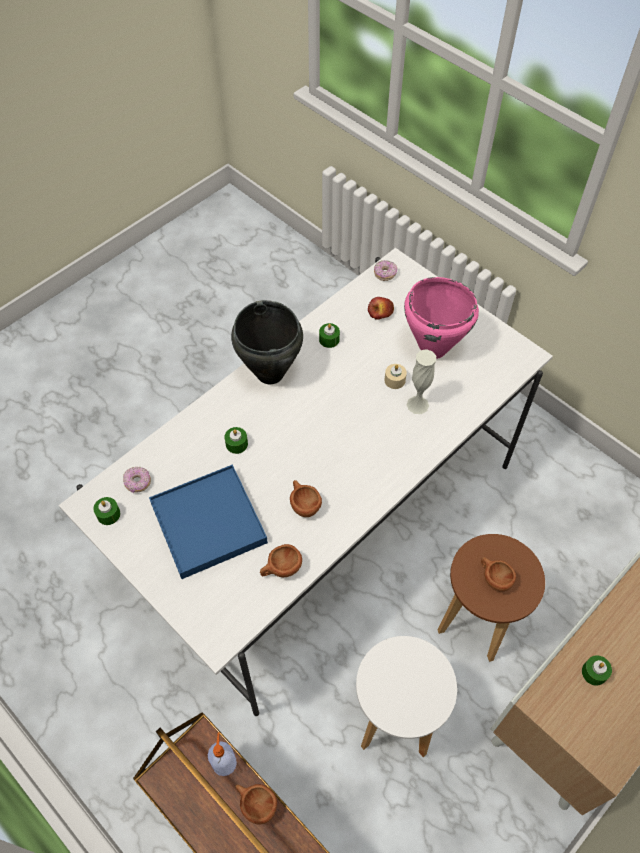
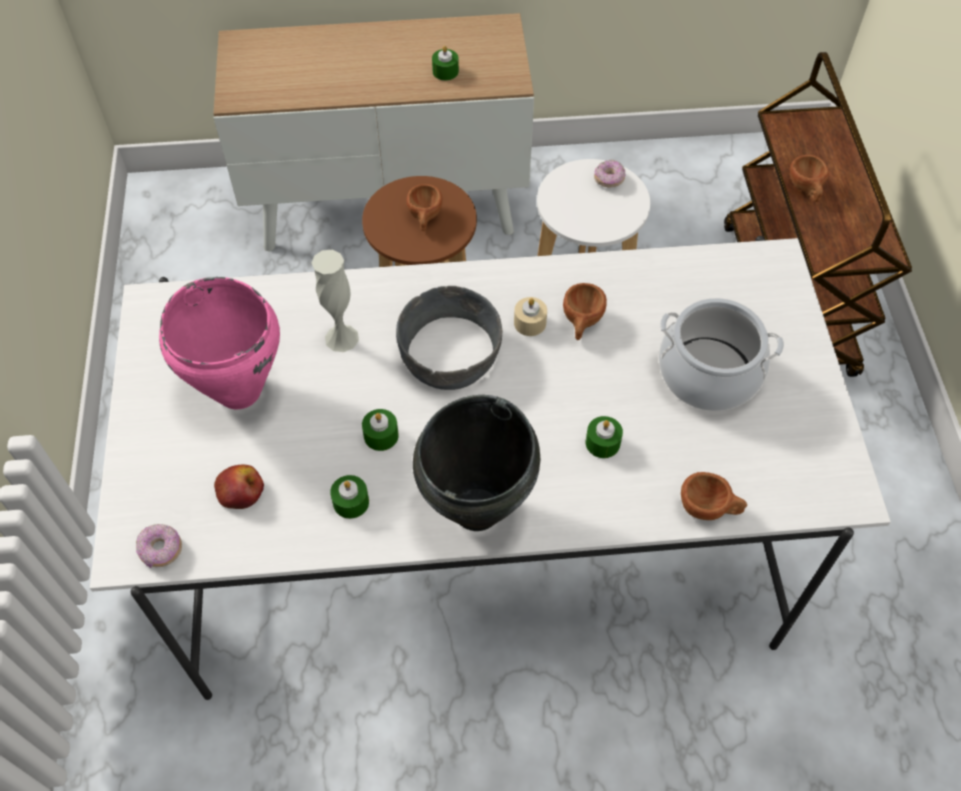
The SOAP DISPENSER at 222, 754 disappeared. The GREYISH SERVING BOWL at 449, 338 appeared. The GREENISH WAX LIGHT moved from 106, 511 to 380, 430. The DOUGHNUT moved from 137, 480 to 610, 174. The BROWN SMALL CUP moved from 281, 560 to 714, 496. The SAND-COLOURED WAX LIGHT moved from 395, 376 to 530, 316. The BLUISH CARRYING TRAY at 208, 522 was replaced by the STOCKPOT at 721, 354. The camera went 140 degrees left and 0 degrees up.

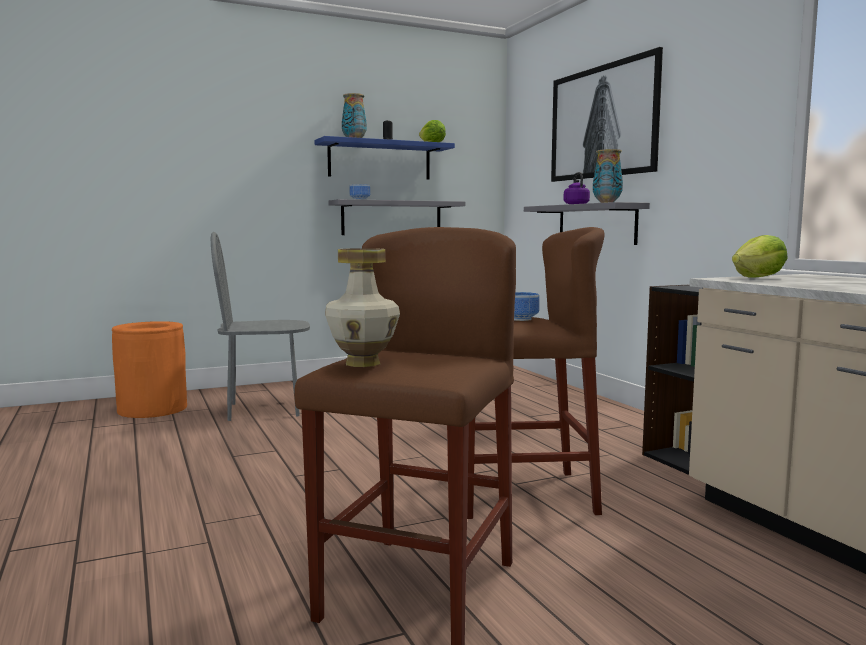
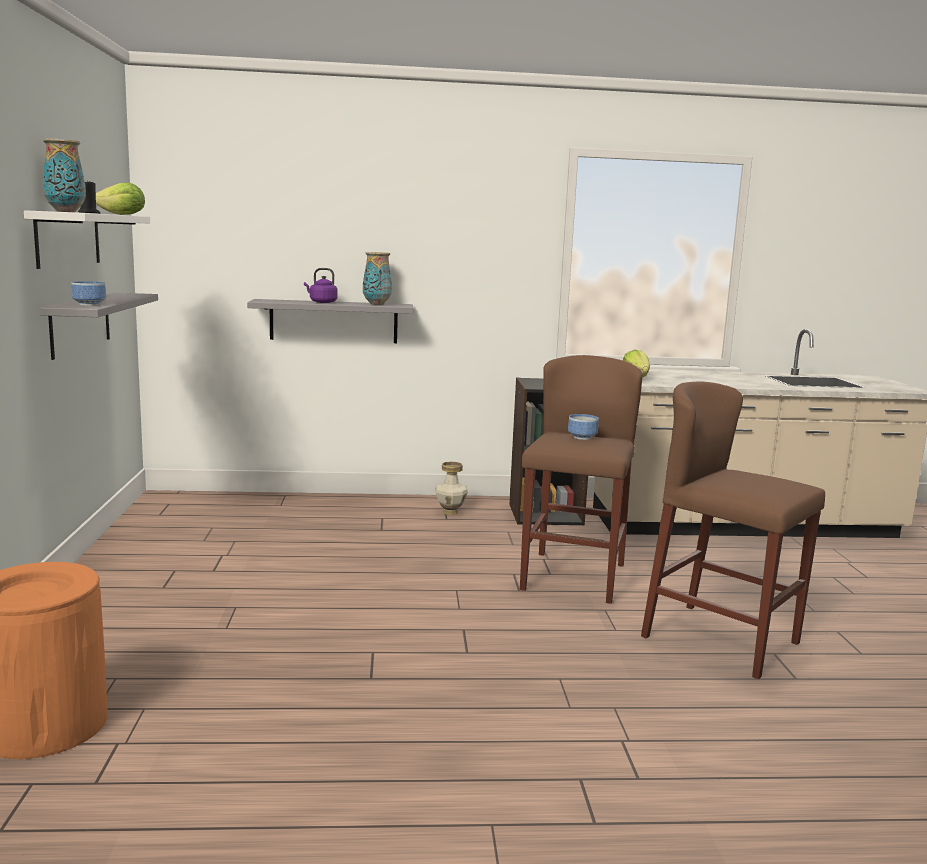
The GREYISH UPRIGHT CHAIR at 260, 326 disappeared. The WALL PICTURE at 607, 114 disappeared. The FLOWER VASE moved from 362, 307 to 451, 488. The BLUISH BRACKET SHELF at 385, 158 became the WHITE-COLOURED BRACKET SHELF at 87, 239. The camera went 70 degrees left and 5 degrees up.

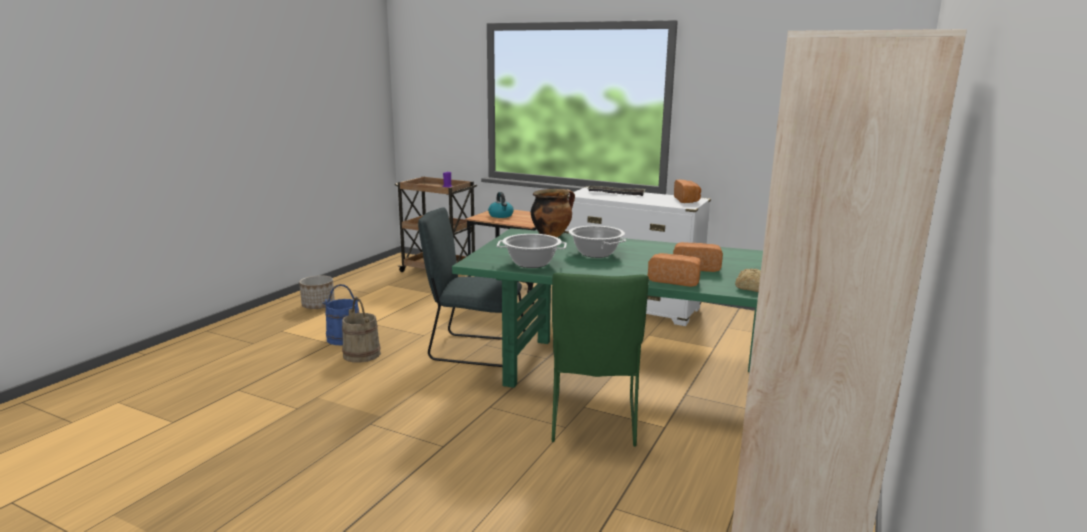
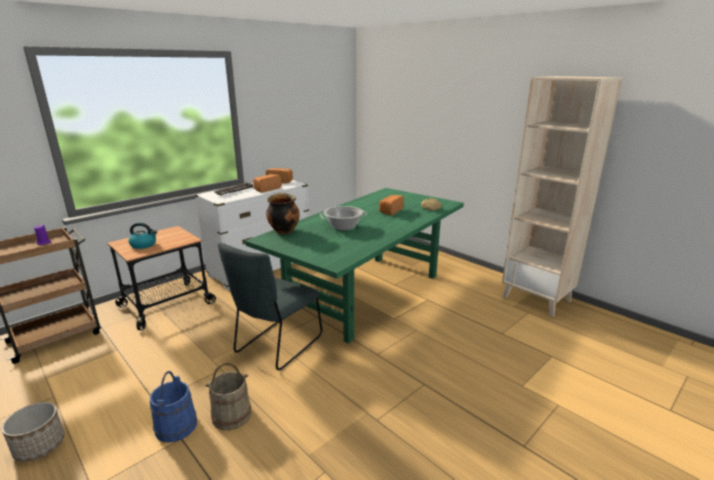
The STOCKPOT at 532, 251 disappeared. The GREENISH UPRIGHT CHAIR at 600, 360 disappeared. The BREAD moved from 674, 270 to 267, 183. The camera went 70 degrees left and 5 degrees up.

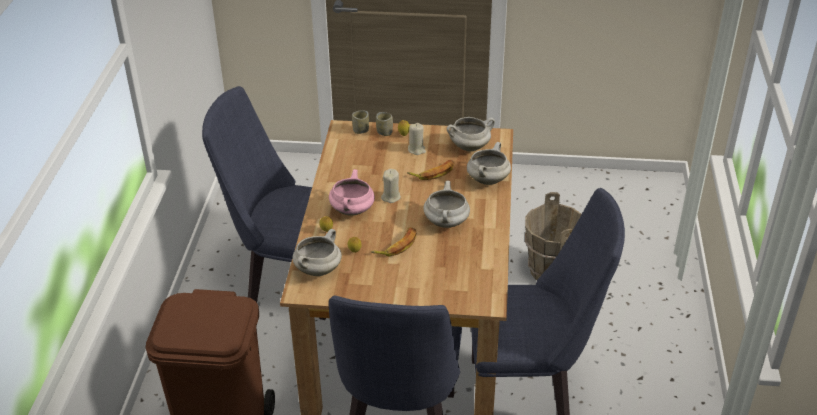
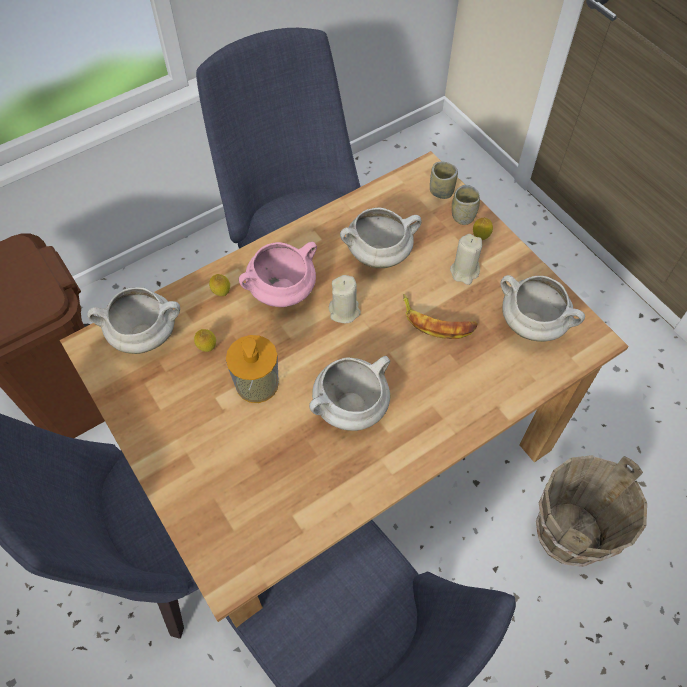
The WHITE-COLOURED STOCKPOT moved from 489, 163 to 381, 237. The WHOLE BANANA at 393, 241 was replaced by the SOAP DISPENSER at 252, 369. The camera went 50 degrees right and 20 degrees up.

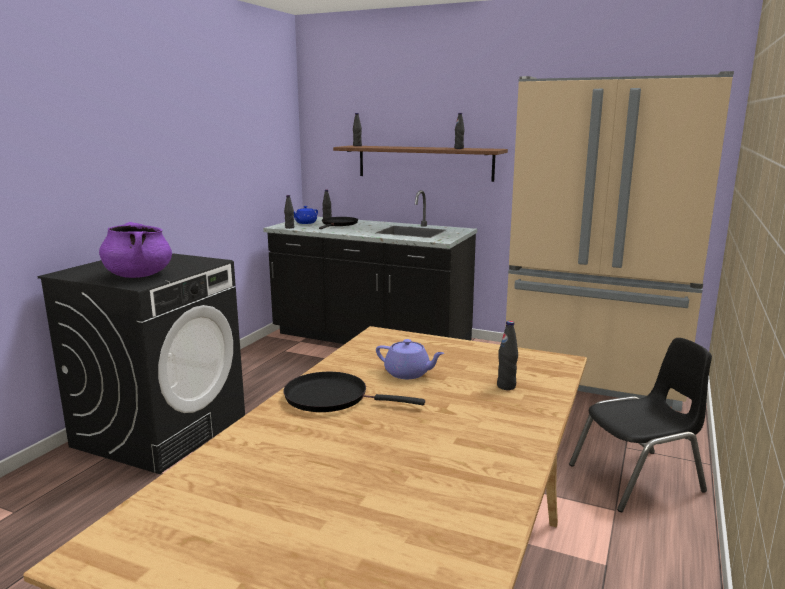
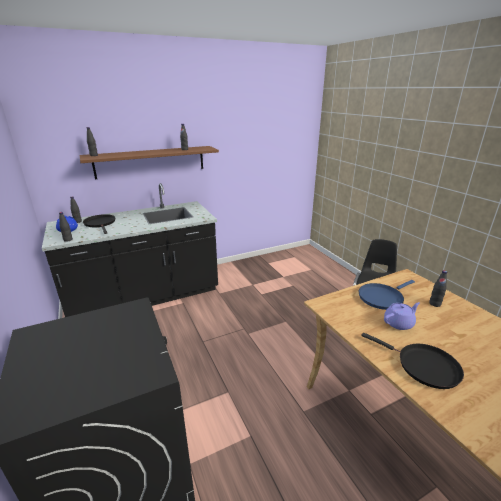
The PURPLE-COLOURED STOCKPOT at 135, 250 disappeared. The SAND-COLOURED REFRIGERATOR at 619, 241 disappeared. The BLUISH SKILLET at 387, 295 appeared. The BLACKISH SKILLET at 354, 392 turned 105 degrees counterclockwise. The camera went 50 degrees left and 10 degrees up.

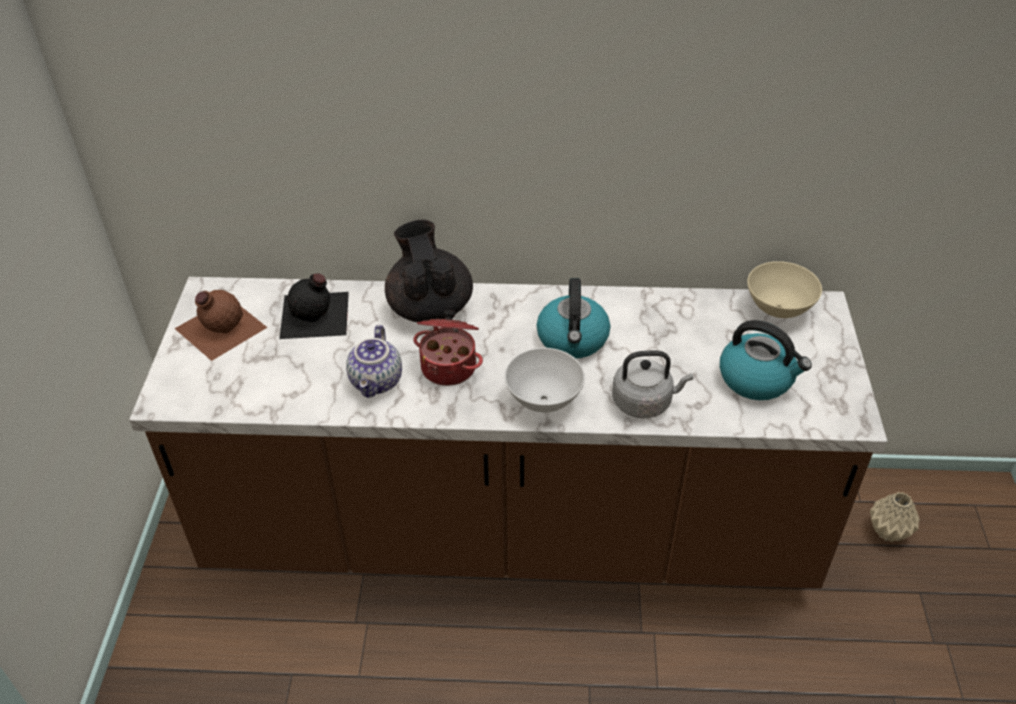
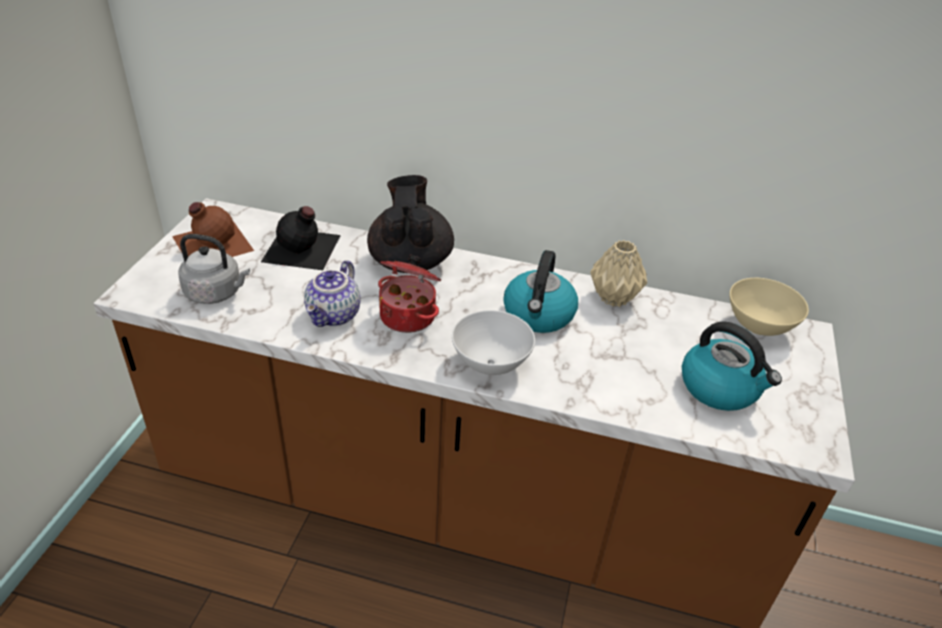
The GREYISH TEA KETTLE moved from 652, 384 to 214, 269. The SAND-COLOURED FLOWER VASE moved from 895, 517 to 618, 273. The camera went 10 degrees right and 5 degrees down.

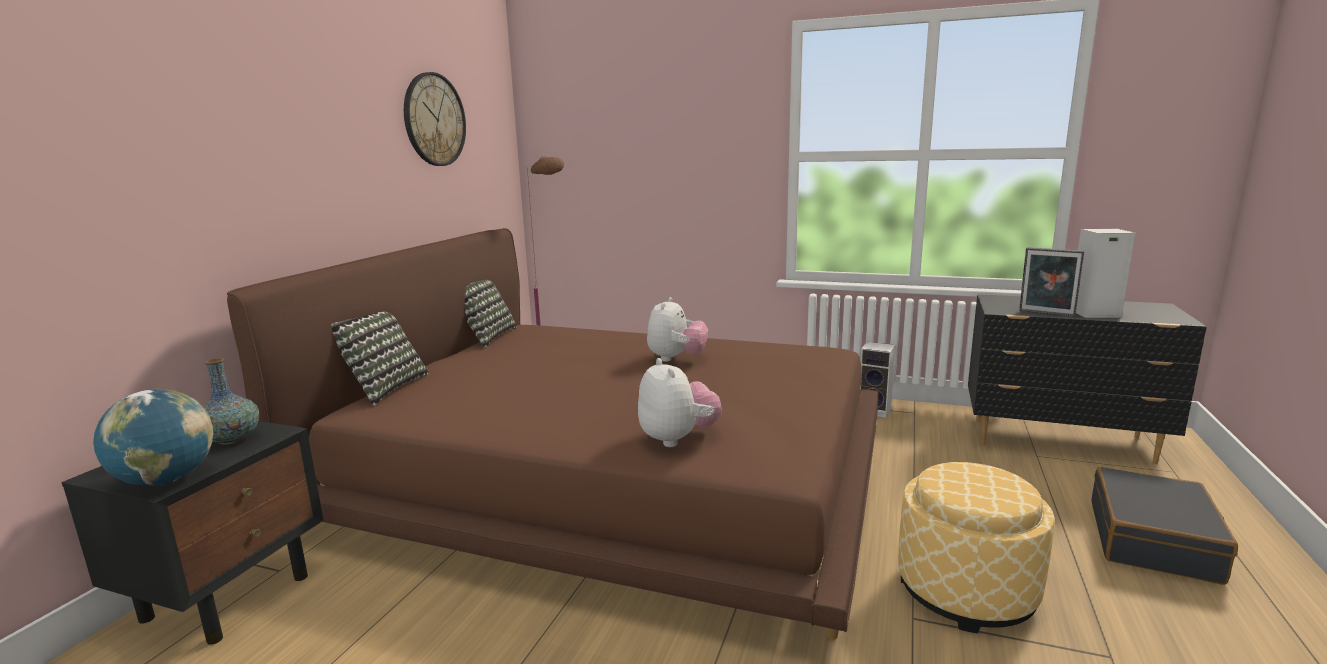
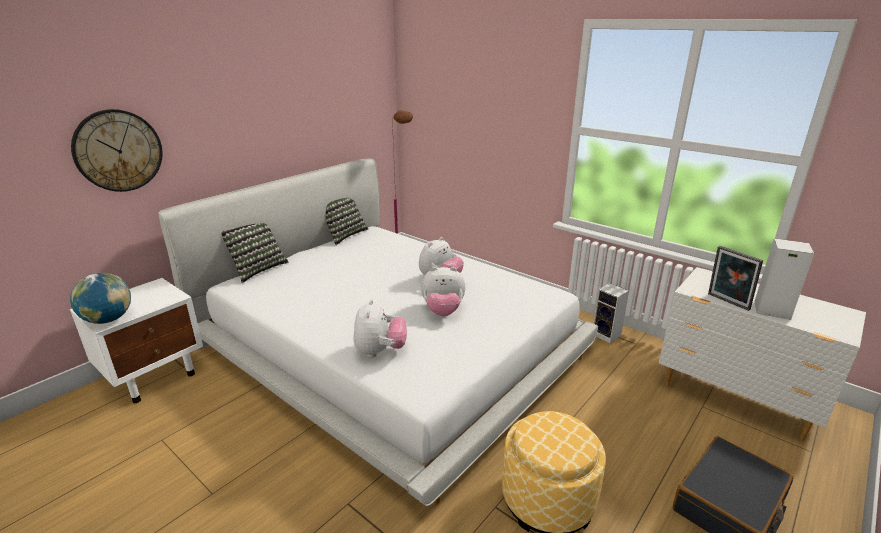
The FLOWER VASE at 231, 401 disappeared. The SOFT TOY at 443, 291 appeared. The CLOCK ON THE WALL moved from 435, 119 to 116, 150. The BLACKISH NIGHT TABLE at 192, 533 became the WHITE-COLOURED NIGHT TABLE at 136, 340. The BROWN BED at 553, 434 became the WHITE-COLOURED BED at 378, 332. The BLACKISH DRESSER at 1087, 379 became the WHITE-COLOURED DRESSER at 762, 354. The camera went 20 degrees right and 10 degrees up.

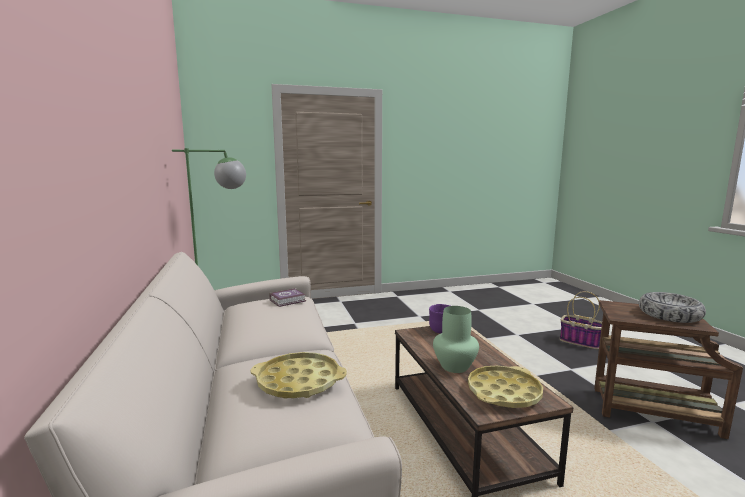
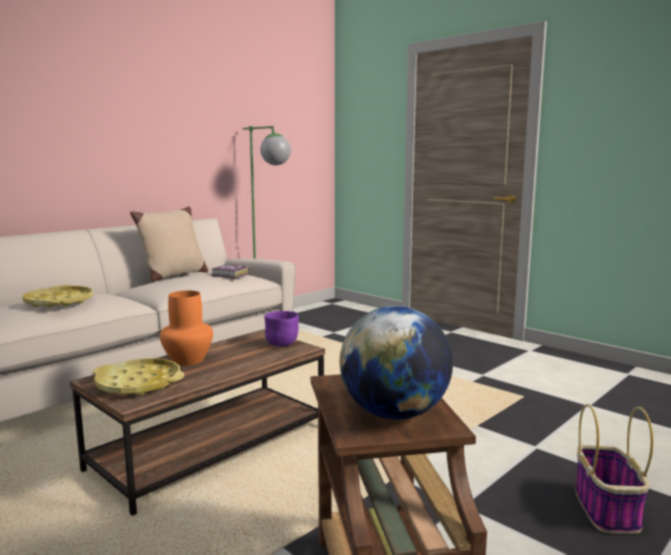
The SAND-COLOURED PILLOW at 169, 244 appeared. The SERVING BOWL at 672, 307 was replaced by the DESK GLOBE at 396, 363. The GREENISH FLOWER VASE at 456, 339 became the ORANGEY FLOWER VASE at 186, 328. The camera went 60 degrees right and 0 degrees up.

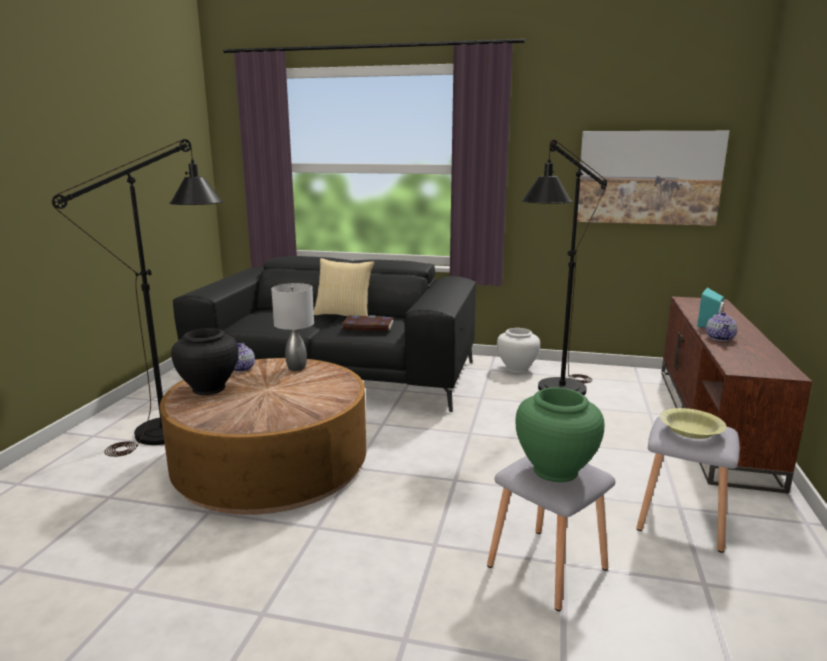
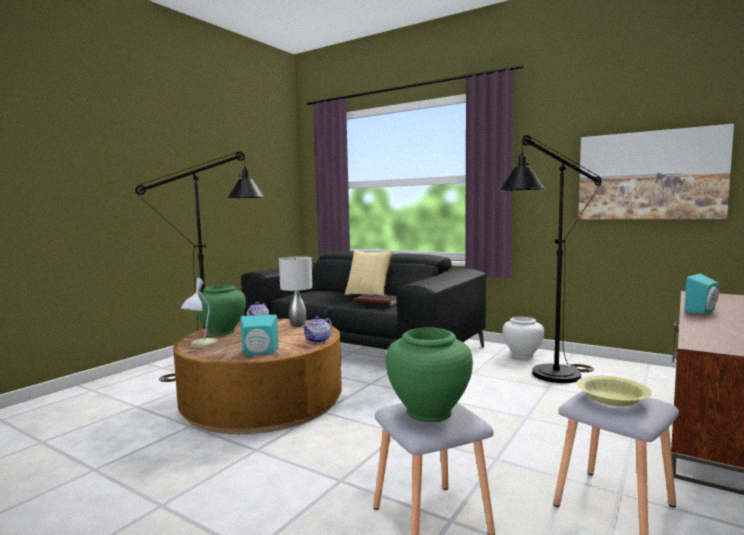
The LAMP FOR A TABLE at 199, 313 appeared. The TURQUOISE AUDIO SPEAKER at 260, 335 appeared. The POT FOR TEA moved from 721, 326 to 317, 329. The BLACKISH FLOWER VASE at 205, 361 became the GREENISH FLOWER VASE at 220, 310. The camera went 20 degrees right and 10 degrees down.

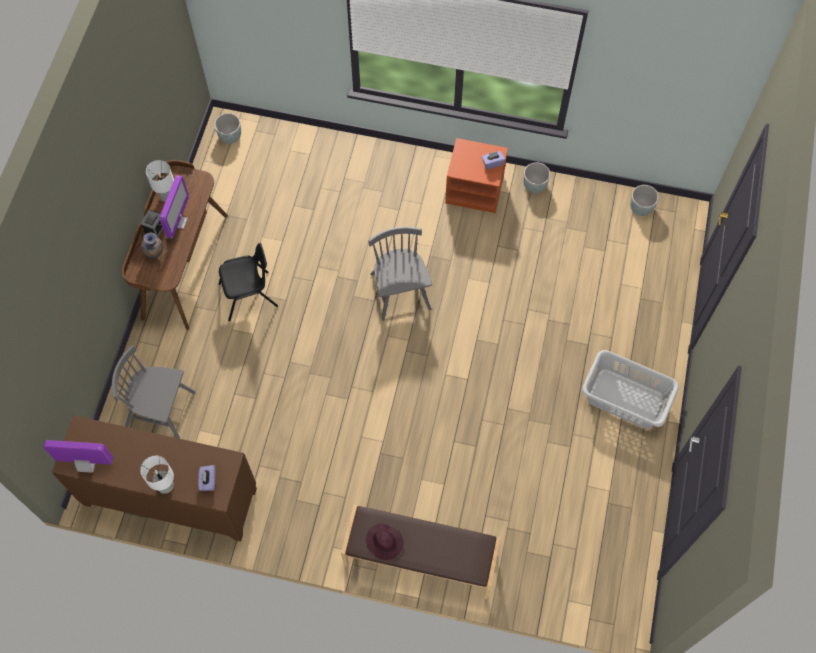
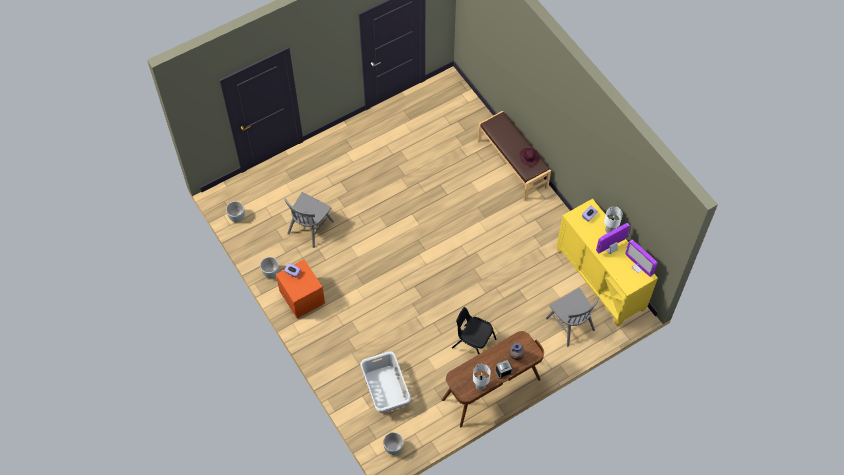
The COMPUTER DISPLAY moved from 174, 206 to 613, 238. The GREYISH UPRIGHT CHAIR moved from 400, 274 to 309, 220. The GREYISH HAMPER moved from 630, 389 to 385, 382. The BROWN CABINET at 154, 478 became the YELLOW-COLOURED CABINET at 607, 263. The camera went 135 degrees left and 5 degrees down.

